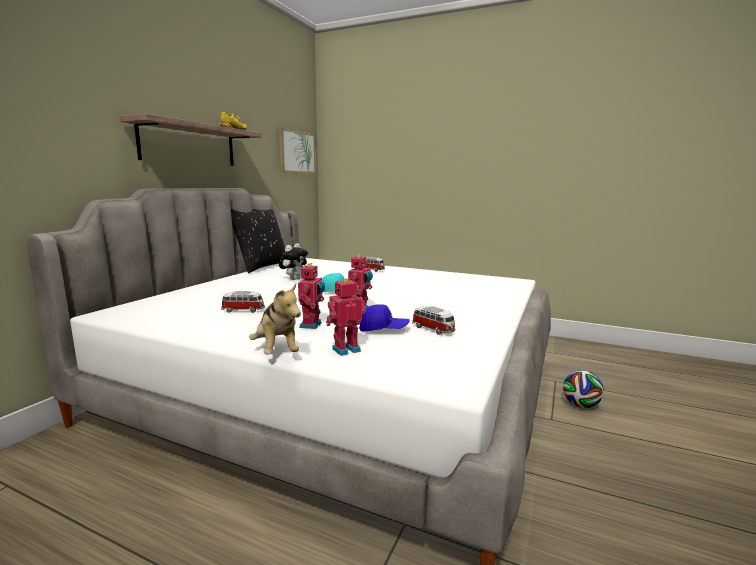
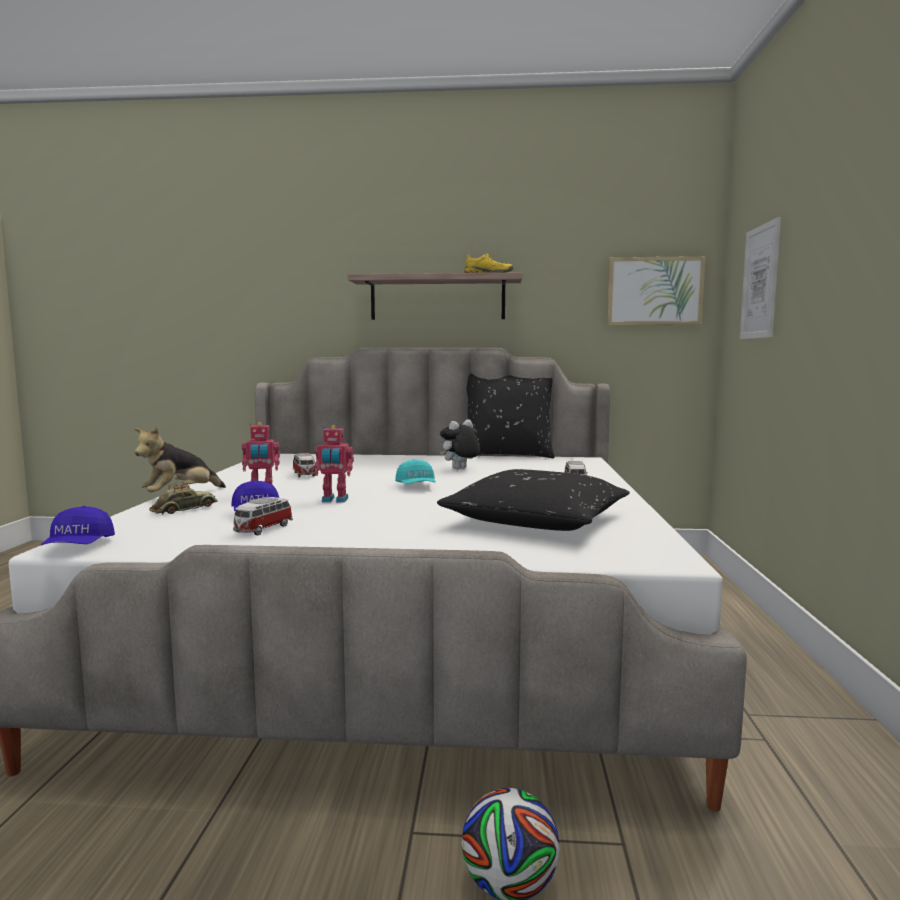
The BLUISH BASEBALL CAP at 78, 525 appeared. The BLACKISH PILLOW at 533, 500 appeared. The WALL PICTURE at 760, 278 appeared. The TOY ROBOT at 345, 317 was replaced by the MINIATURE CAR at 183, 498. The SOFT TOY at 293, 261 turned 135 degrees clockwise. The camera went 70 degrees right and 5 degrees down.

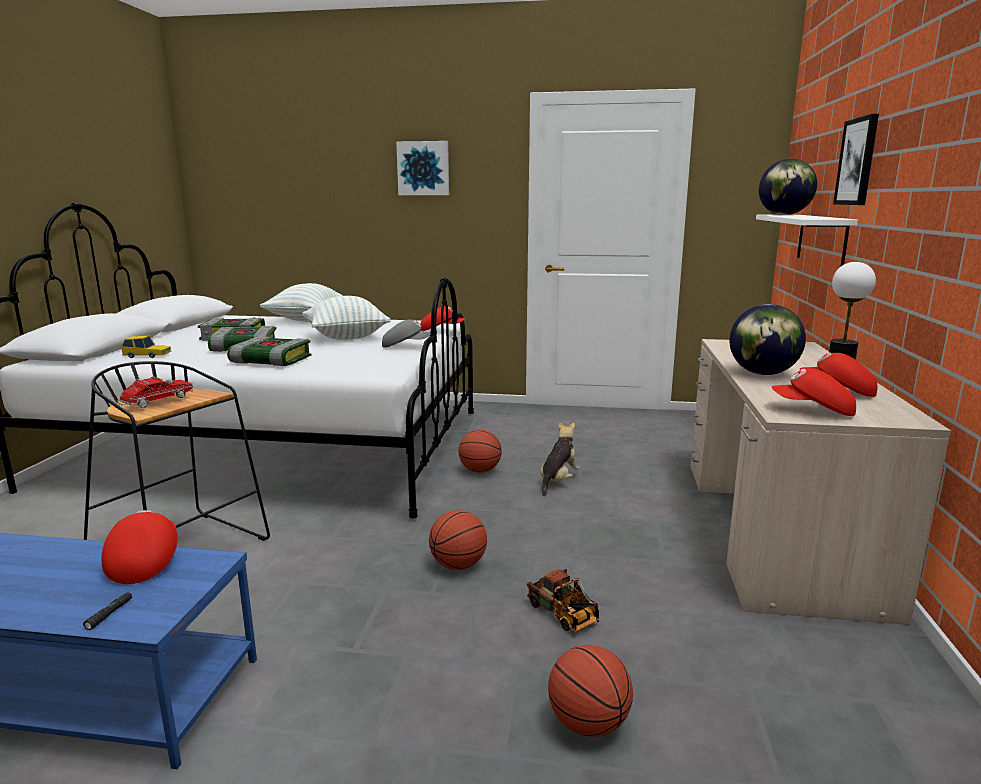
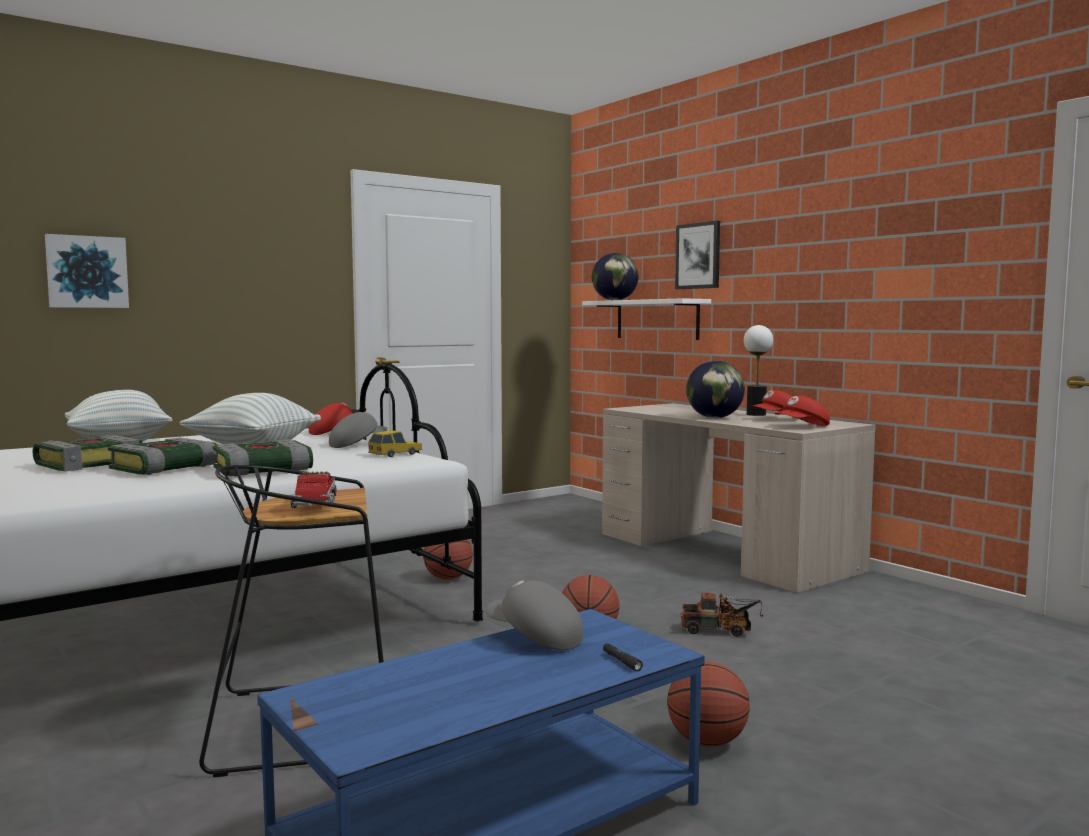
The SOFT TOY at 560, 459 disappeared. The MINIATURE CAR moved from 146, 347 to 395, 443. The WALL PICTURE moved from 422, 168 to 87, 271. The BASKETBALL moved from 590, 691 to 708, 704. The REDDISH BASEBALL CAP at 139, 547 became the GREYISH BASEBALL CAP at 534, 615. The camera went 45 degrees left and 10 degrees down.

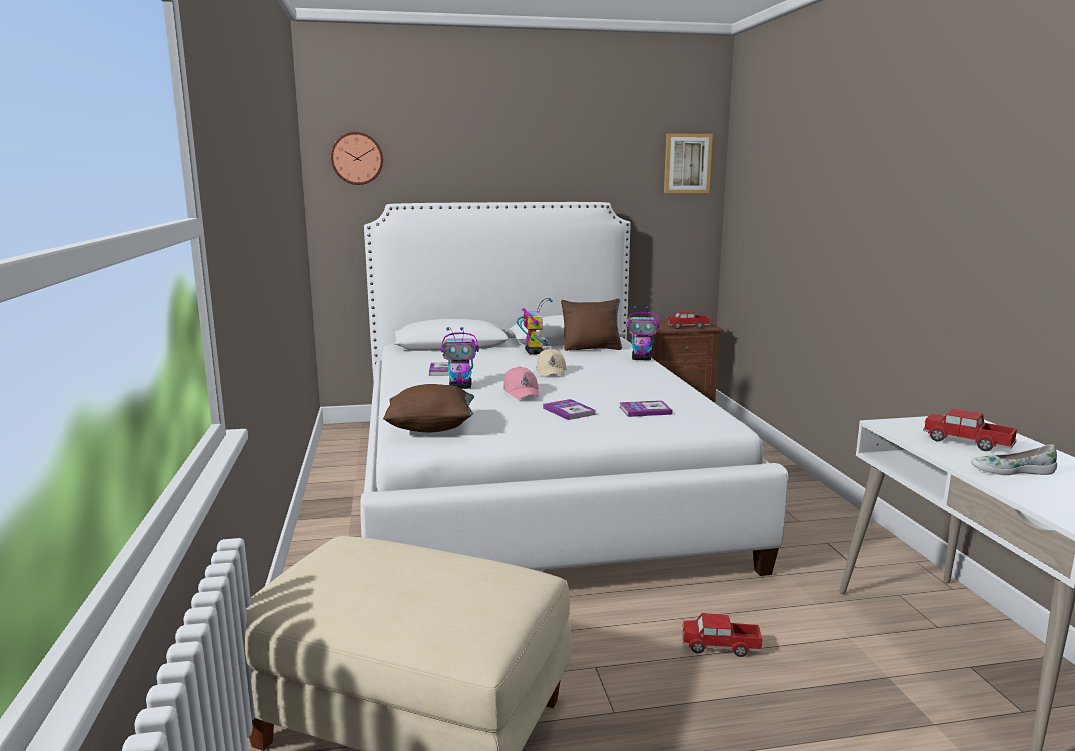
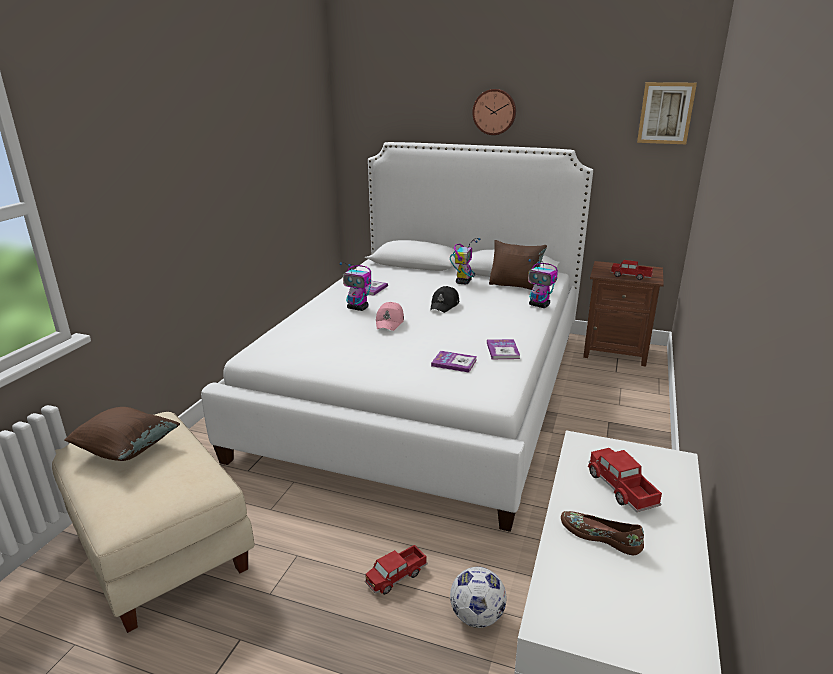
The FOOTBALL at 478, 597 appeared. The CLOCK ON THE WALL moved from 357, 158 to 494, 112. The BROWN PILLOW moved from 428, 408 to 122, 434. The BOOK moved from 569, 409 to 503, 349. The SAND-COLOURED BASEBALL CAP at 551, 362 became the BLACKISH BASEBALL CAP at 444, 299. The WHITE-COLOURED LOW SHOE at 1014, 459 became the BROWN LOW SHOE at 602, 533. The MODEL TRUCK at 722, 635 turned 75 degrees counterclockwise. The camera went 30 degrees right and 10 degrees up.

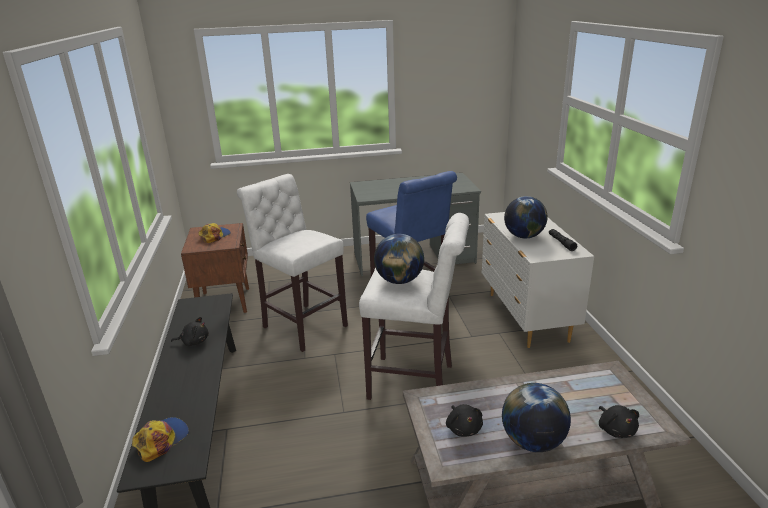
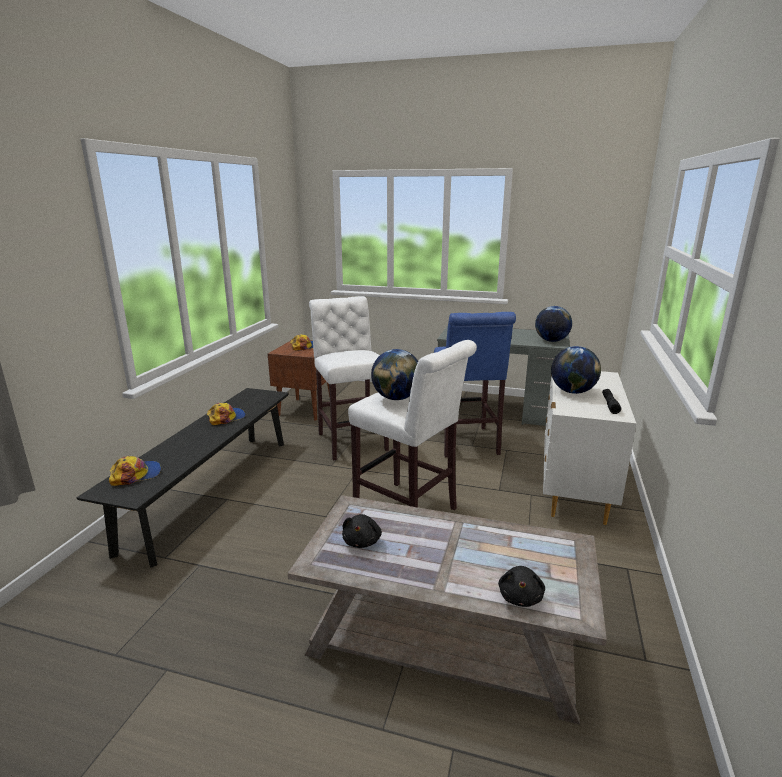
The DESK GLOBE moved from 536, 417 to 553, 324. The BLACKISH SOFT TOY at 190, 331 was replaced by the BASEBALL CAP at 226, 414. The camera went 25 degrees right and 5 degrees down.

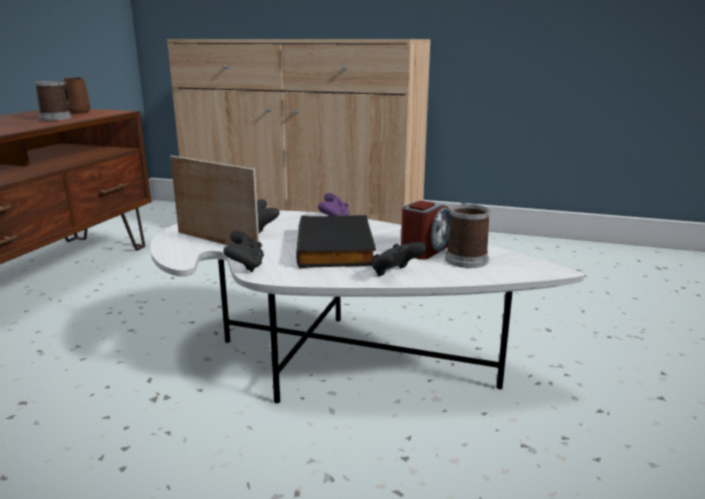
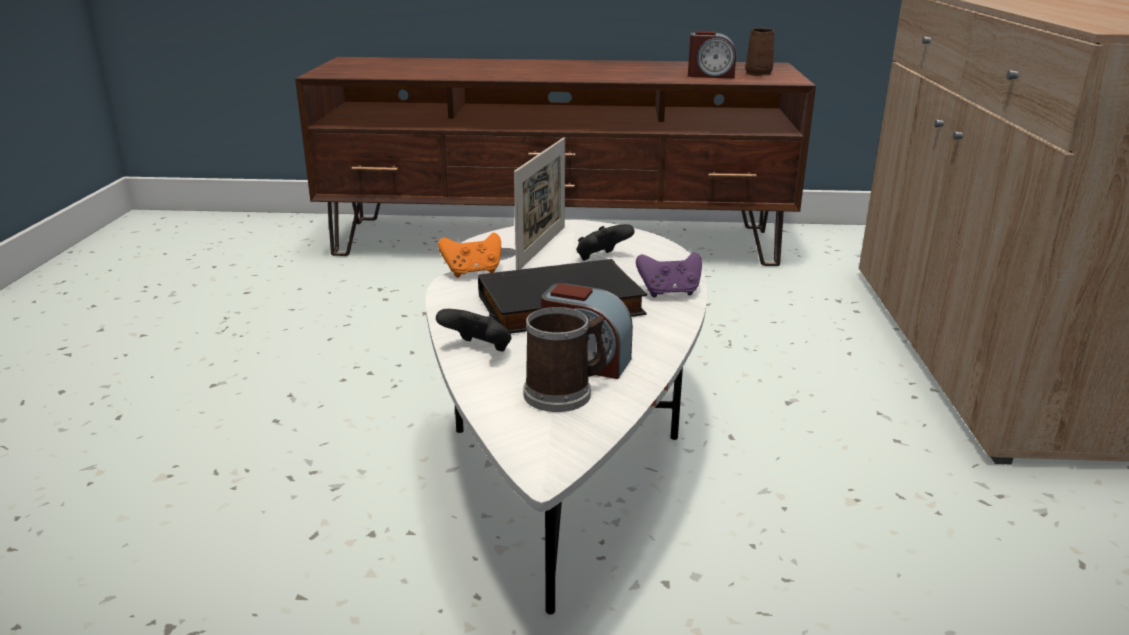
The MUG at 53, 101 was replaced by the TABLE CLOCK at 712, 54. The BLACKISH GAMEPAD at 243, 251 became the ORANGEY GAMEPAD at 469, 255. The camera went 75 degrees right and 5 degrees up.

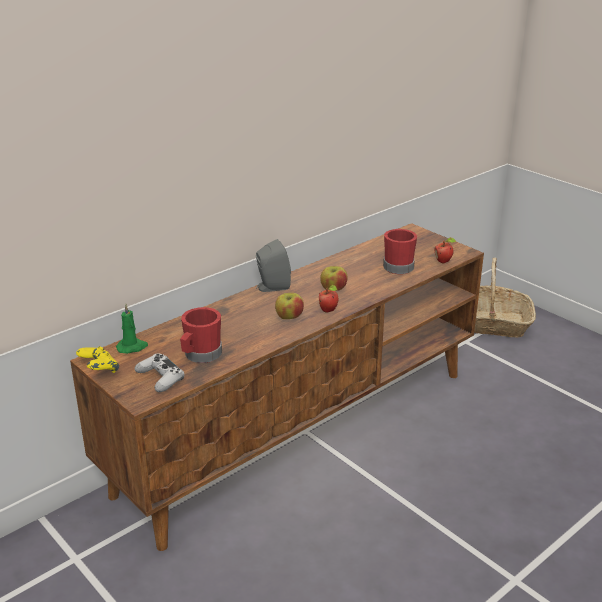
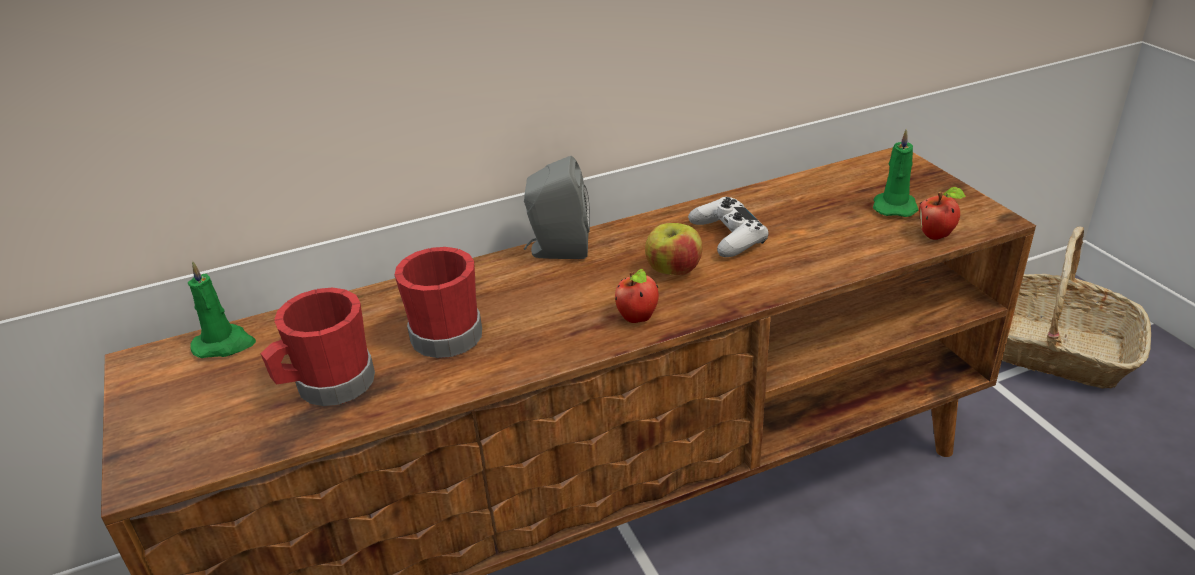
The YELLOW-COLOURED GAMEPAD at 97, 359 disappeared. The WHOLE APPLE at 289, 306 disappeared. The GREENISH WAX LIGHT at 896, 172 appeared. The WHITE-COLOURED GAMEPAD moved from 159, 373 to 728, 227. The REDDISH MUG moved from 400, 251 to 438, 302. The camera went 20 degrees right and 5 degrees up.

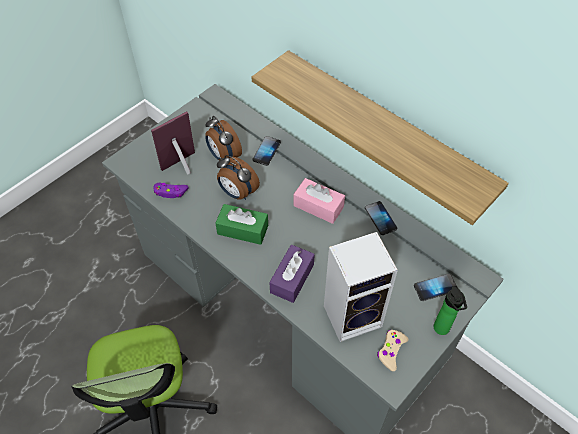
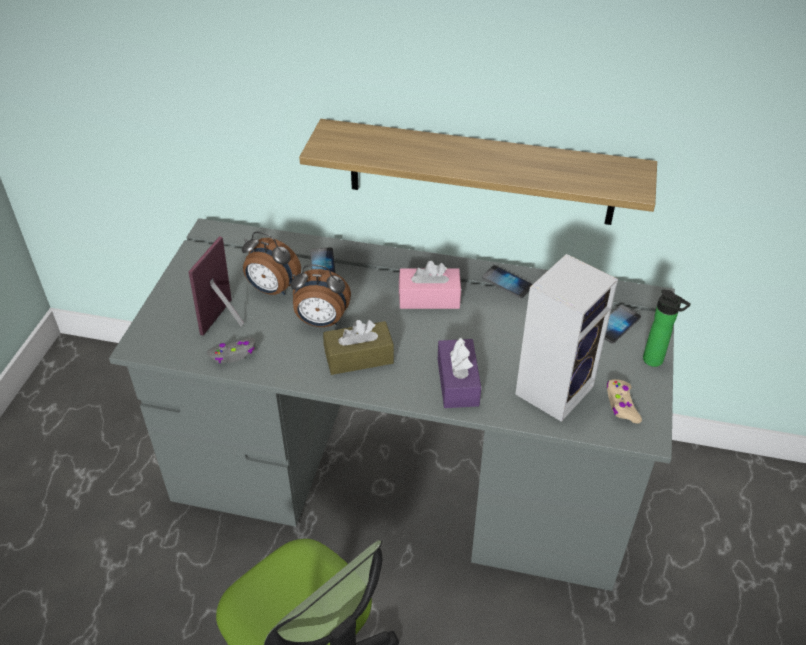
The PURPLE-COLOURED GAMEPAD at 171, 190 became the GREYISH GAMEPAD at 231, 350. The GREENISH TISSUE HOLDER at 241, 224 became the BROWN TISSUE HOLDER at 358, 347. The camera went 30 degrees left and 10 degrees down.

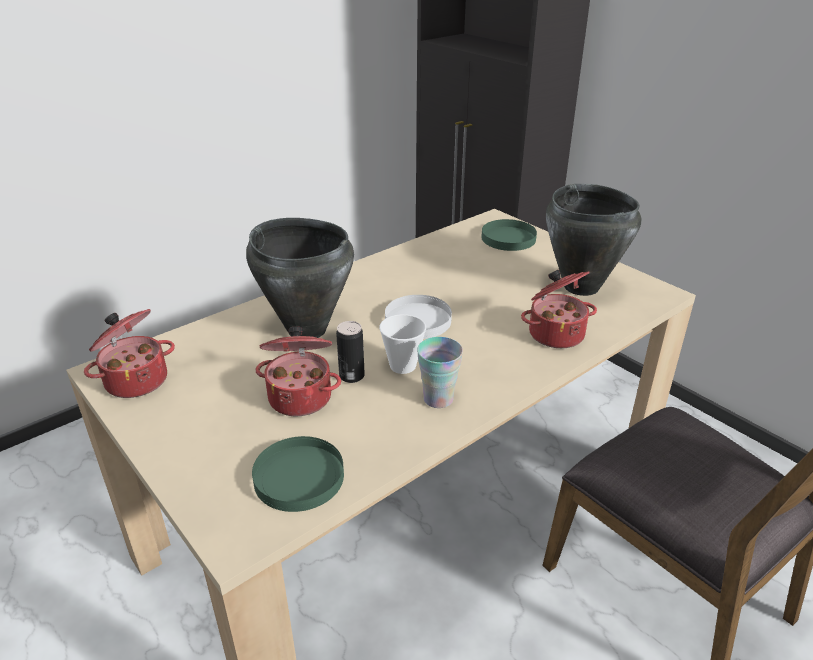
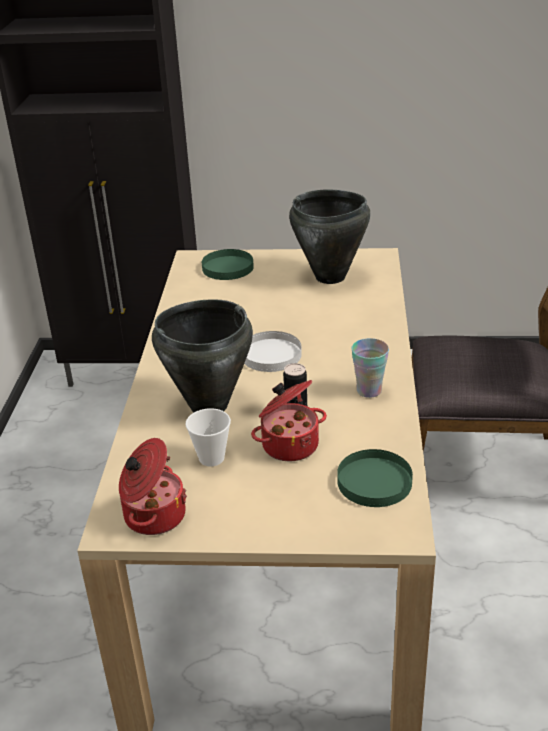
The STOCKPOT at 559, 309 disappeared. The SMALL CUP moved from 402, 344 to 208, 437. The camera went 45 degrees left and 0 degrees up.

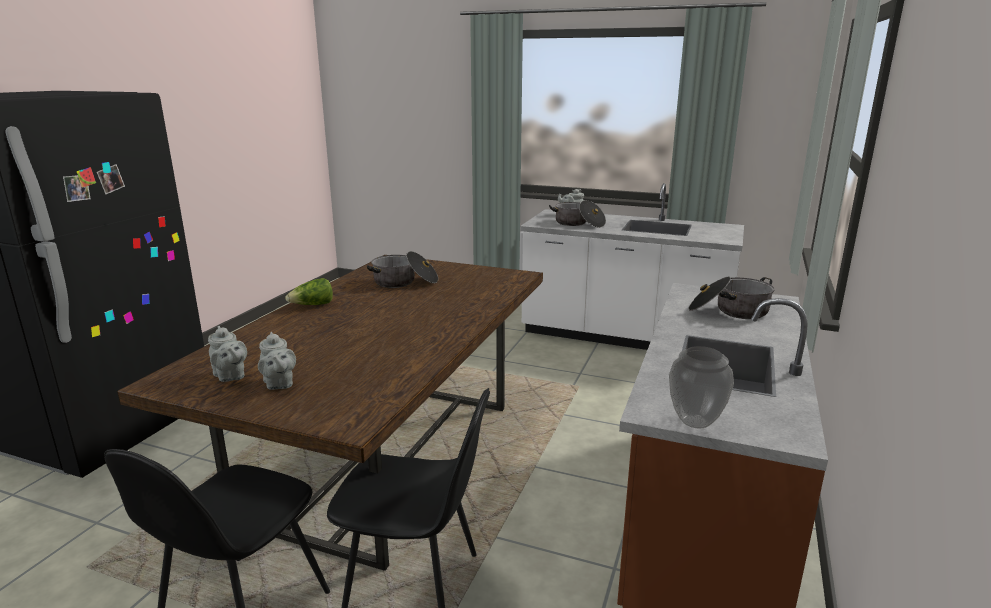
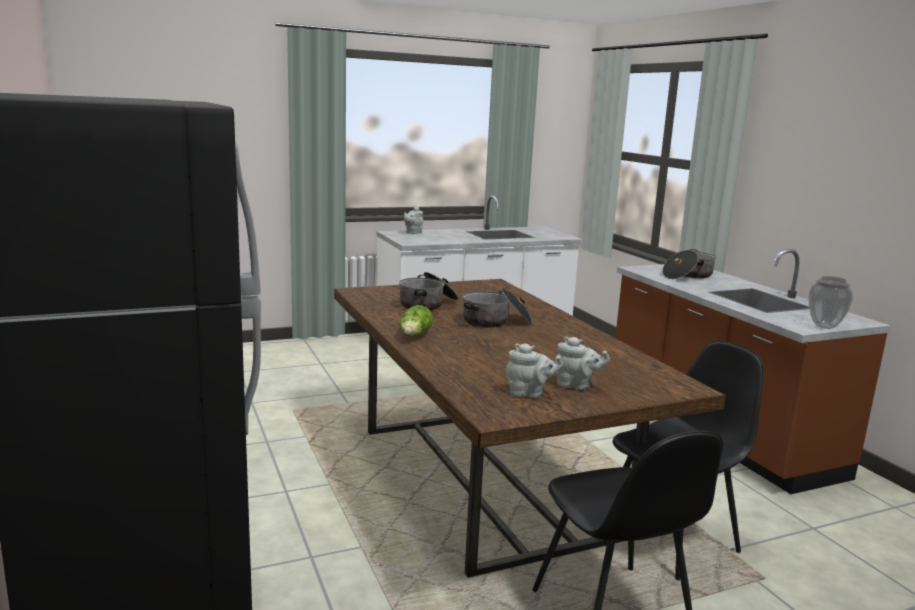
The STOCKPOT moved from 577, 214 to 497, 307. The camera went 45 degrees left and 5 degrees down.

